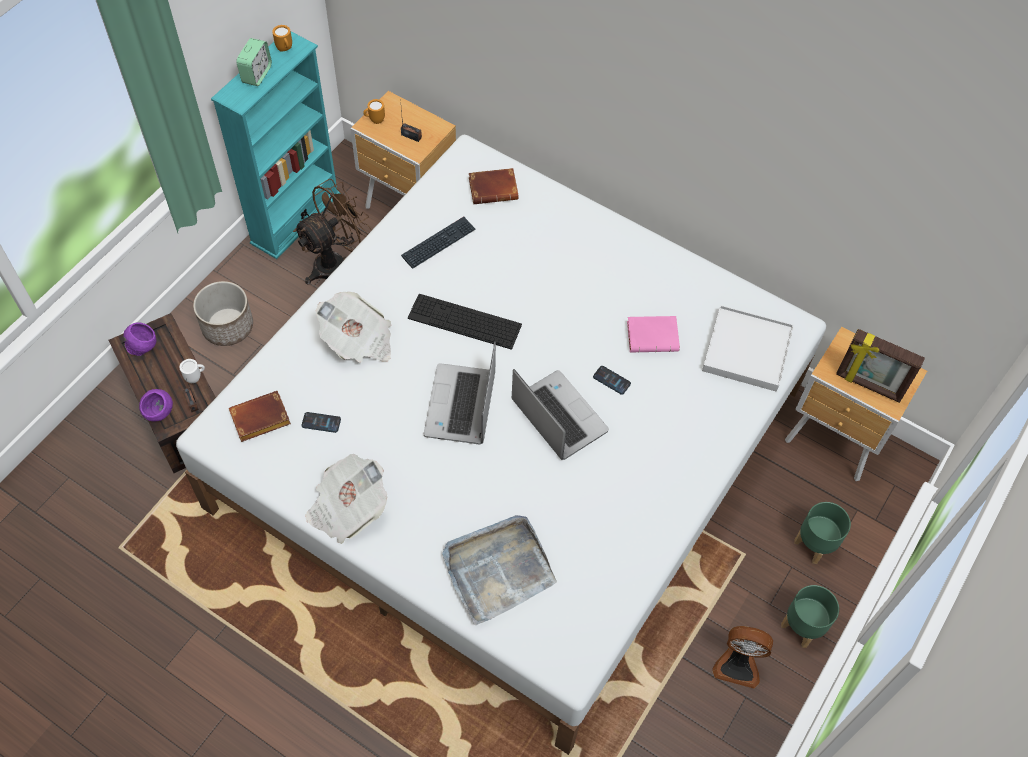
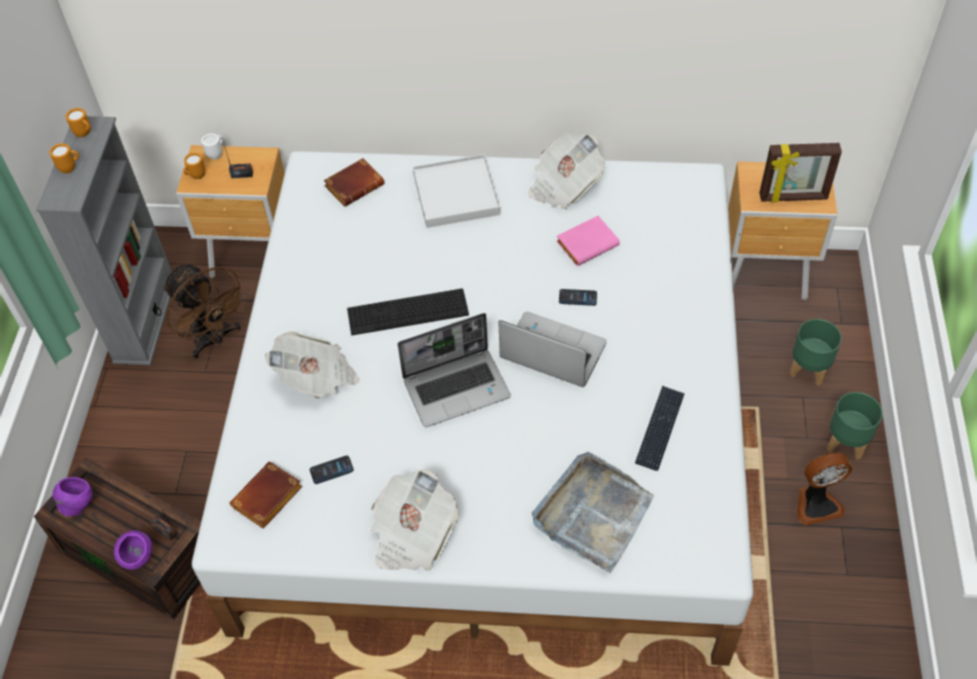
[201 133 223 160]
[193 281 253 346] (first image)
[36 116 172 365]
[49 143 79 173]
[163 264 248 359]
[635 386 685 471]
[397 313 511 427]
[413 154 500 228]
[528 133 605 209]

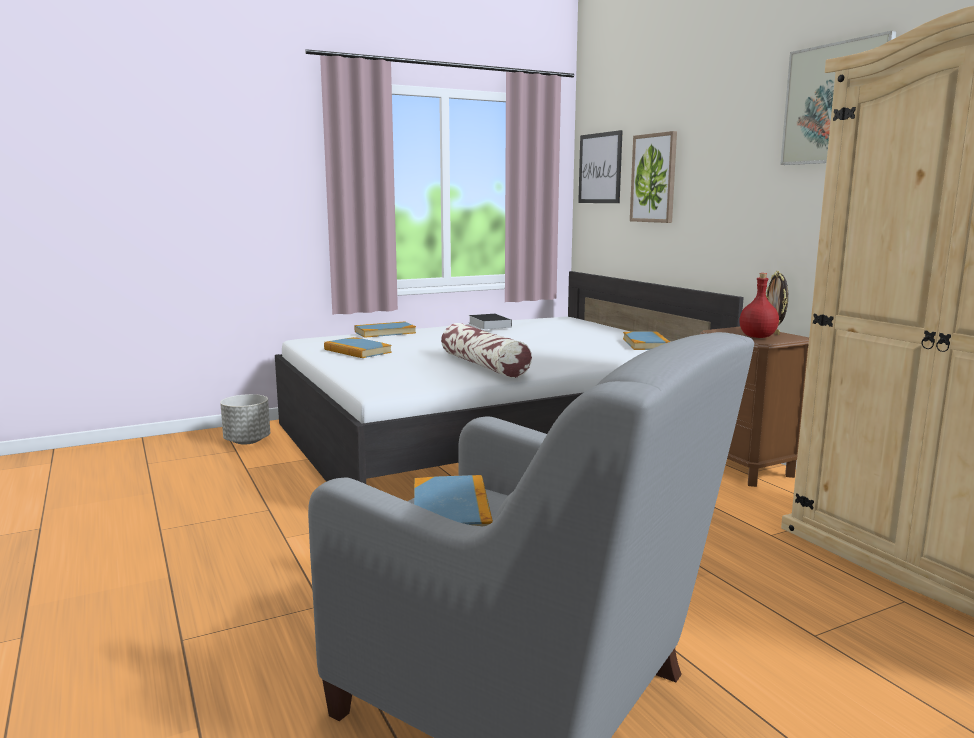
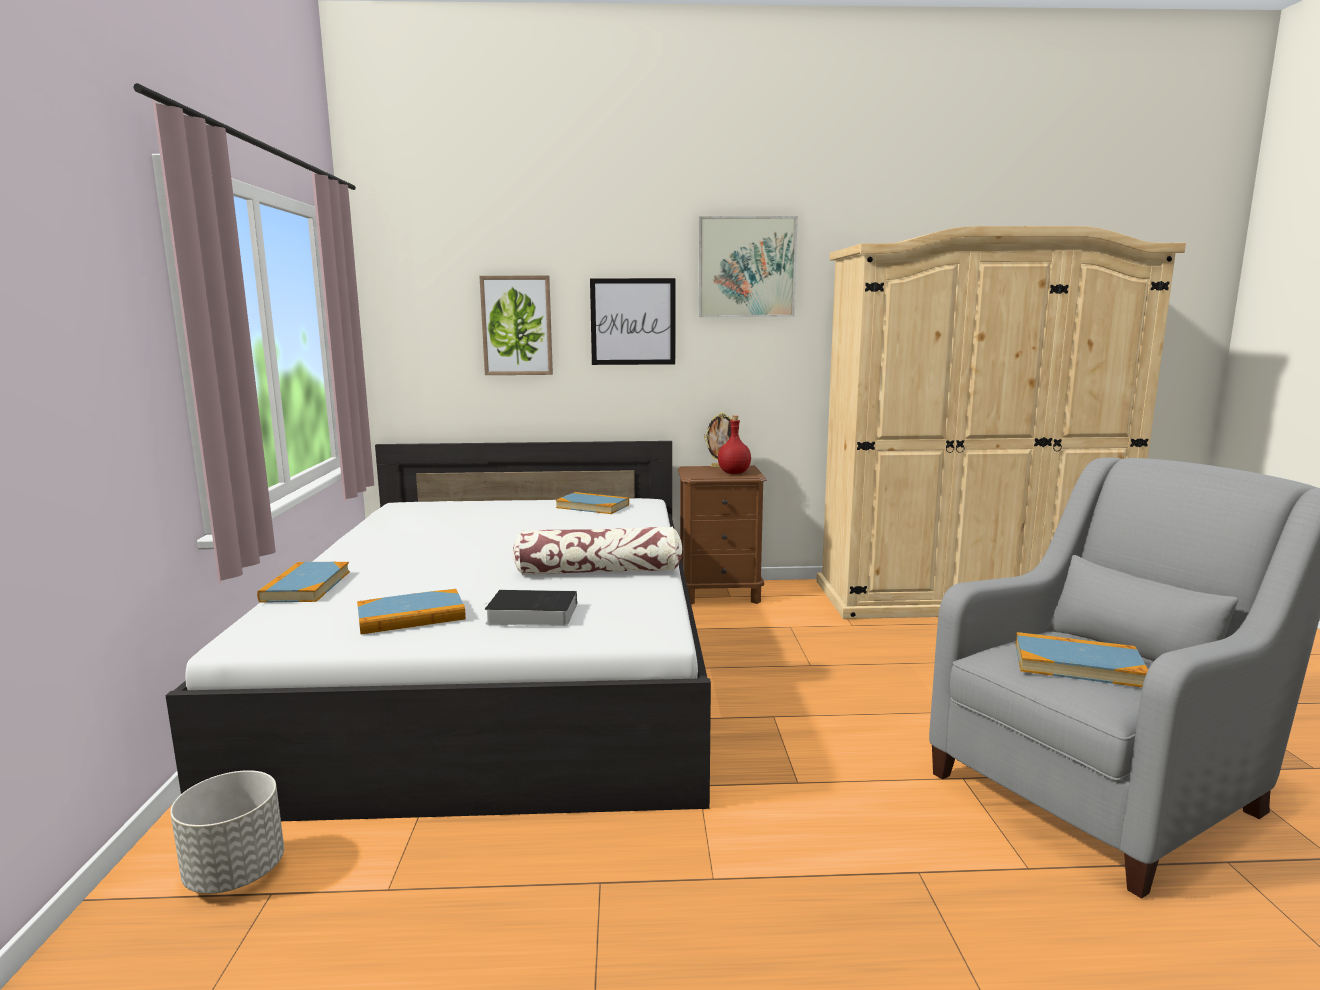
[485 590 577 626]
[590 278 675 365]

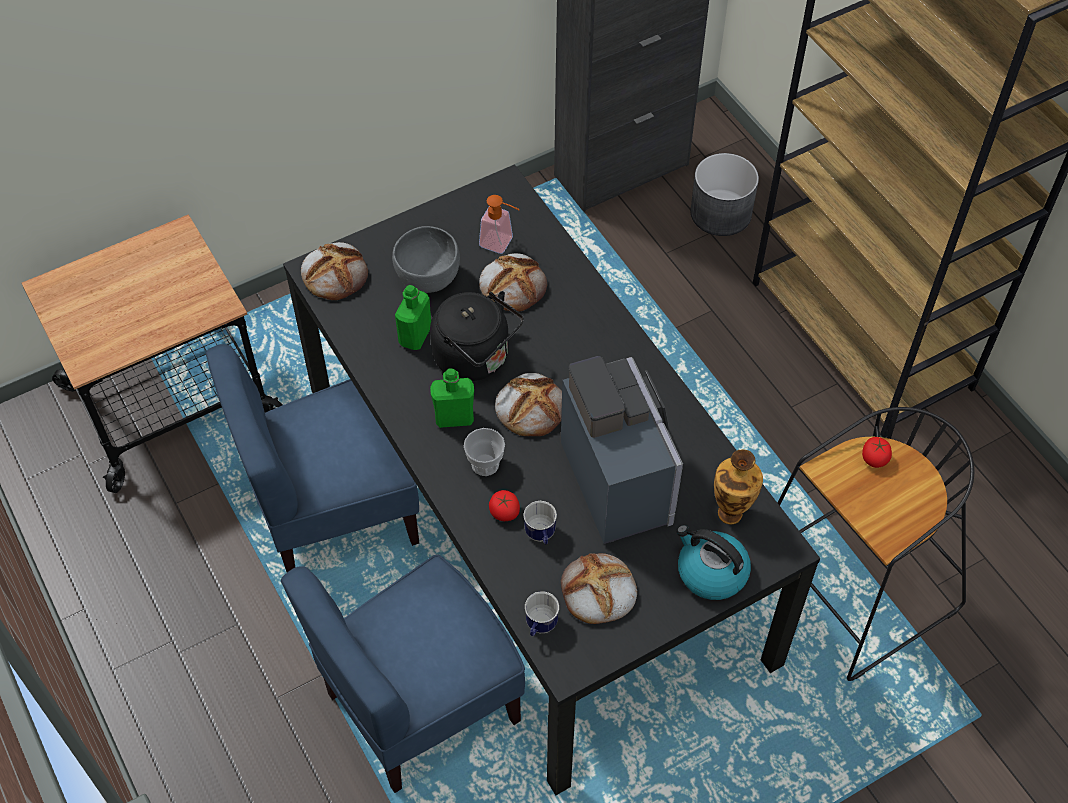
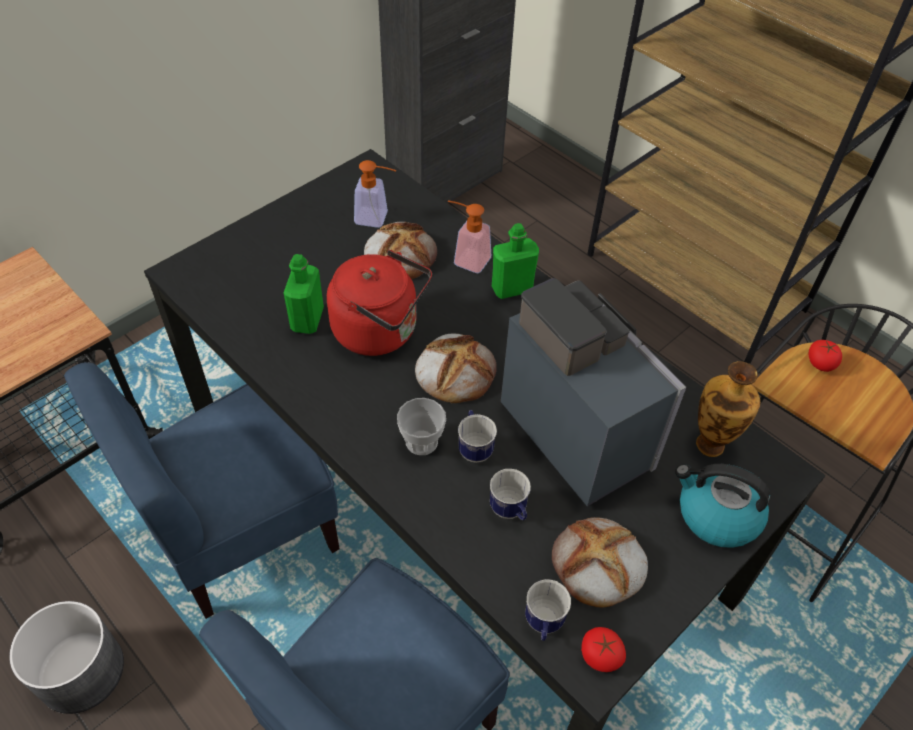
[301 242 368 300] (first image)
[392 226 460 293] (first image)
[327 250 432 356]
[492 223 539 299]
[581 627 626 672]
[9 601 124 714]
[448 200 491 273]
[458 410 497 463]

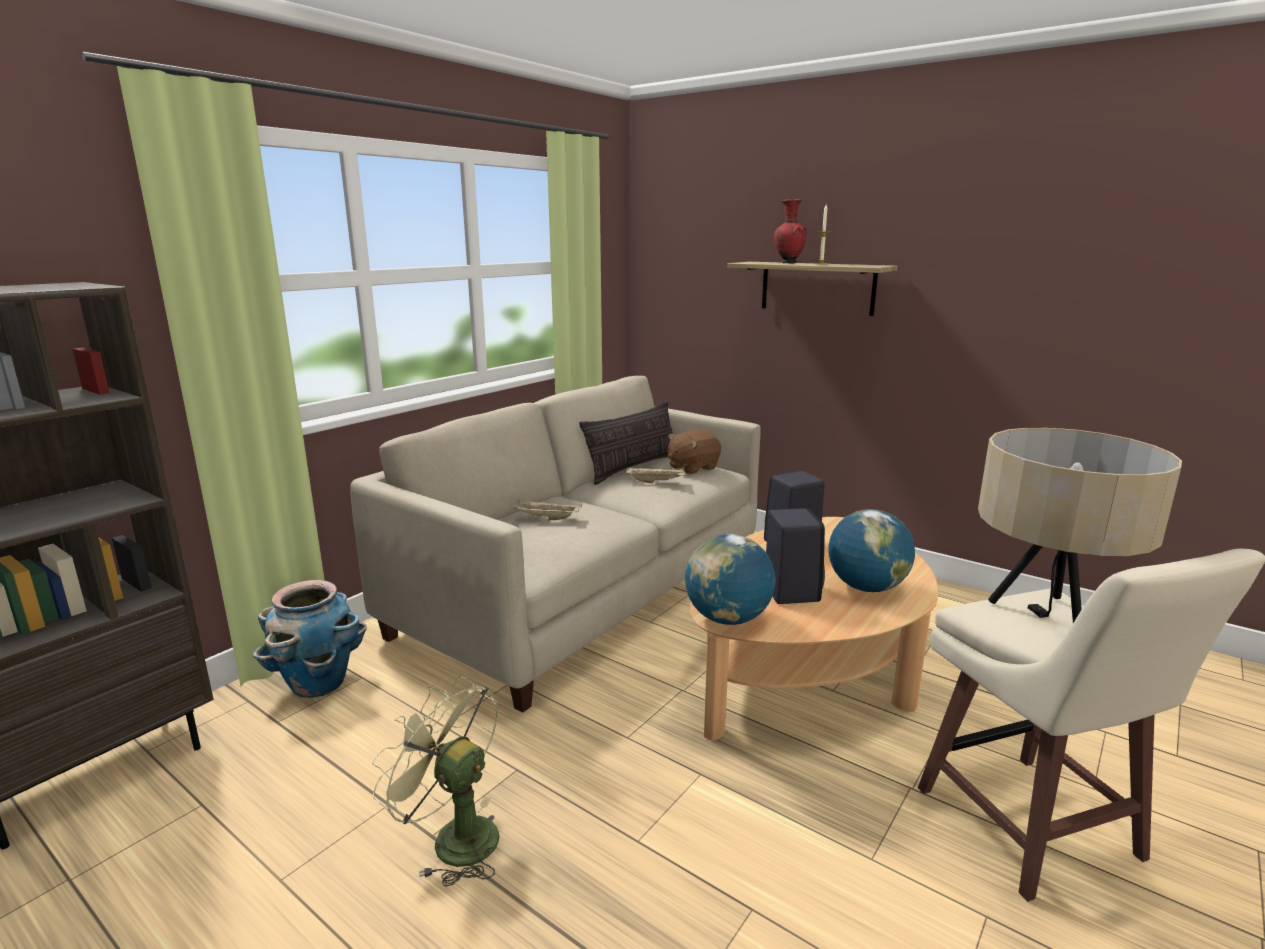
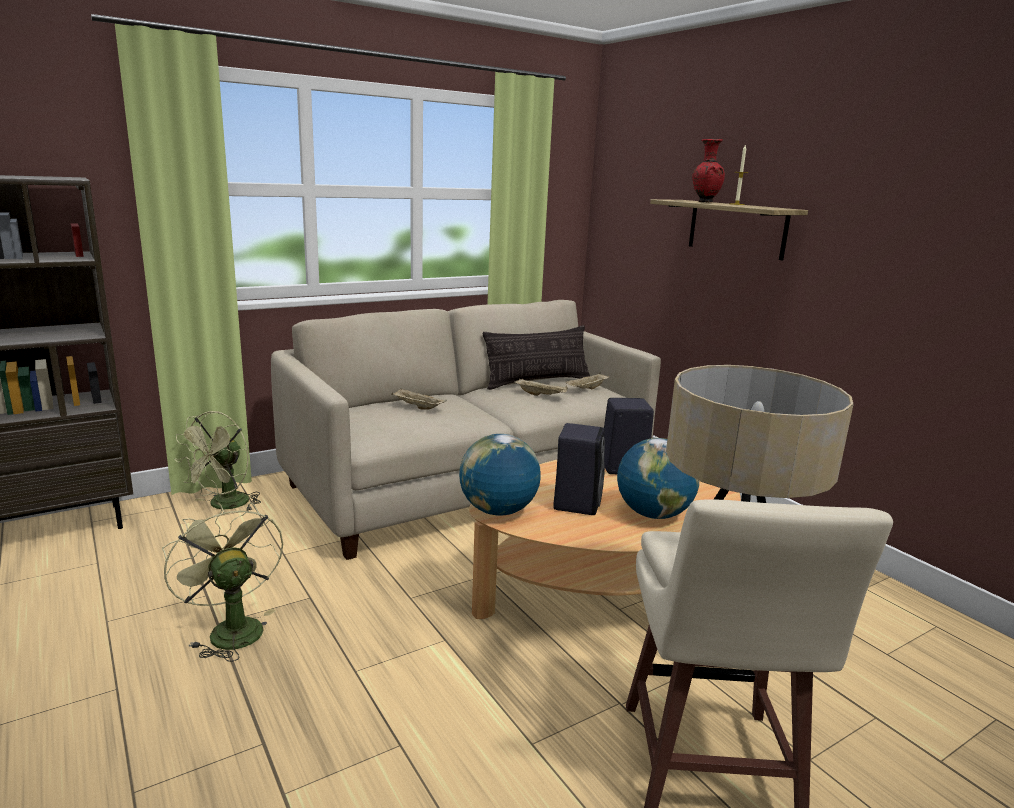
[174 411 261 510]
[566 372 609 389]

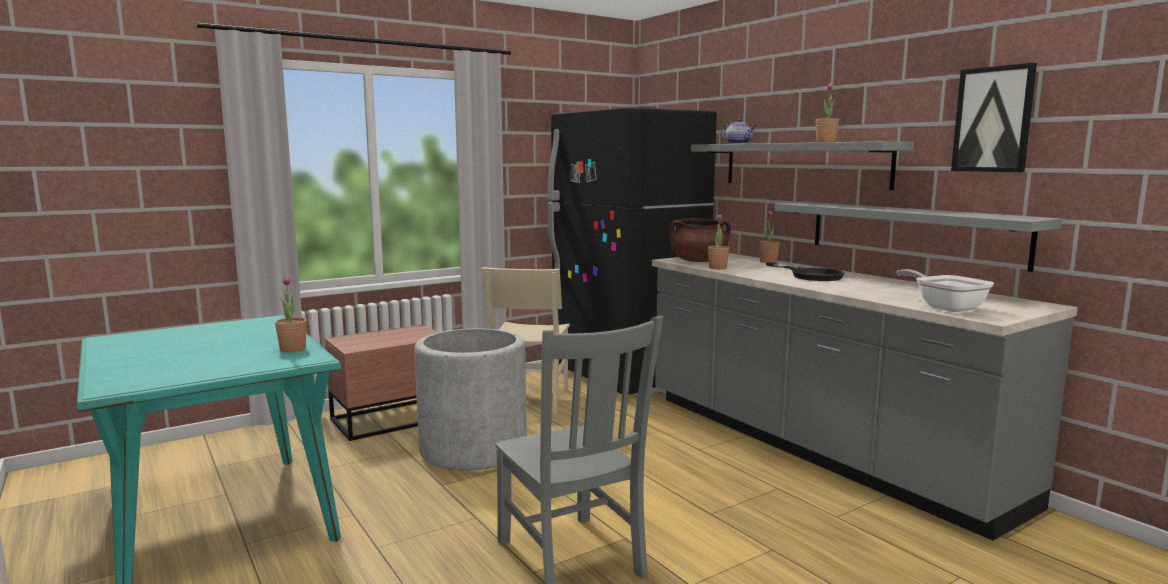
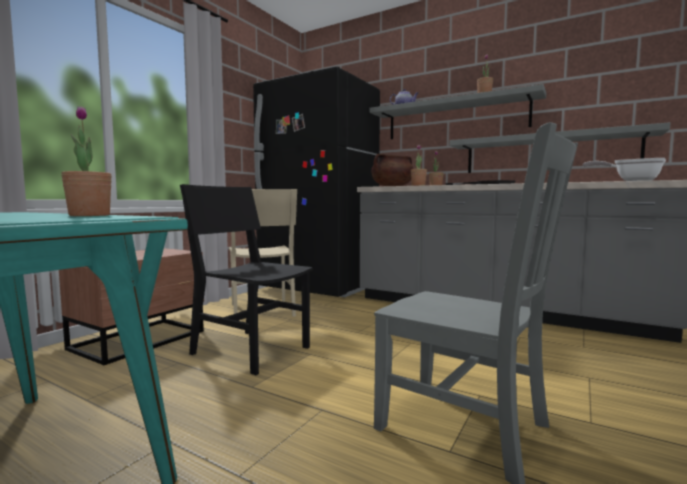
[180 184 313 375]
[951 63 1037 172] (first image)

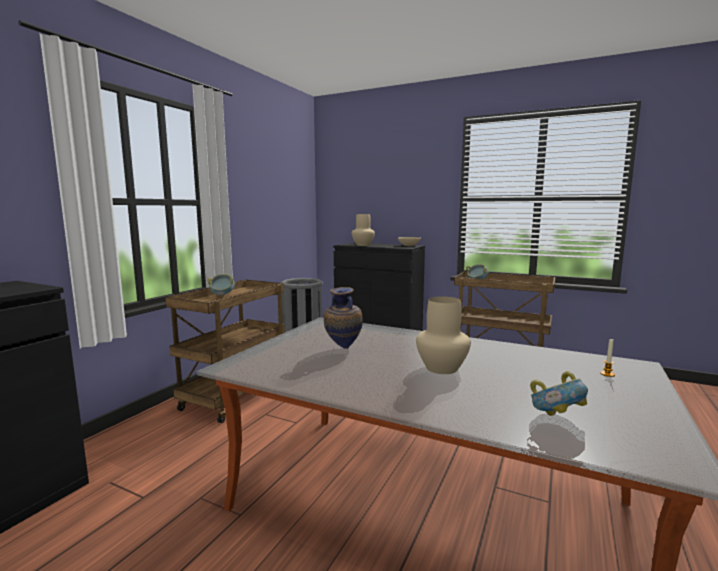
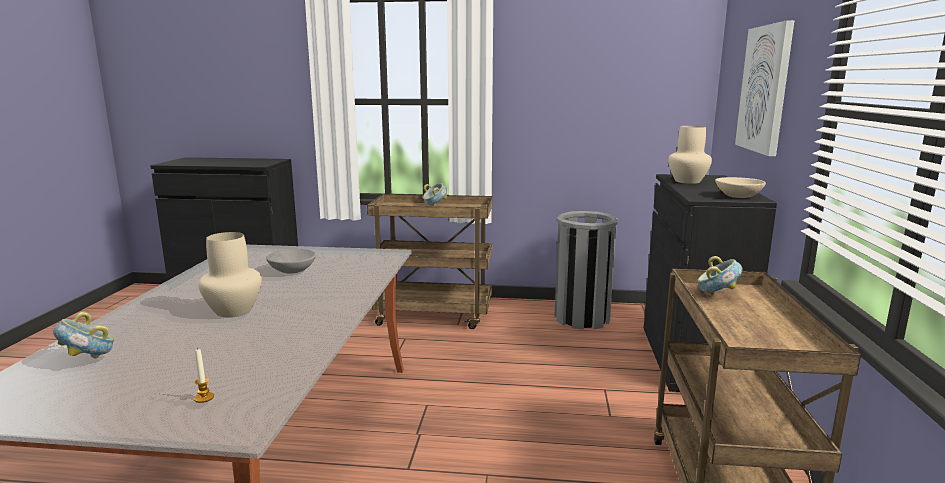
[266 249 316 274]
[735 20 795 156]

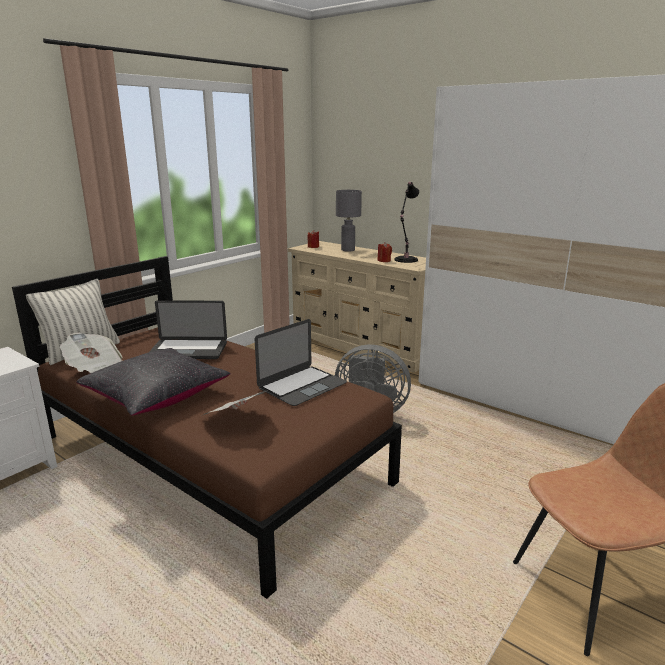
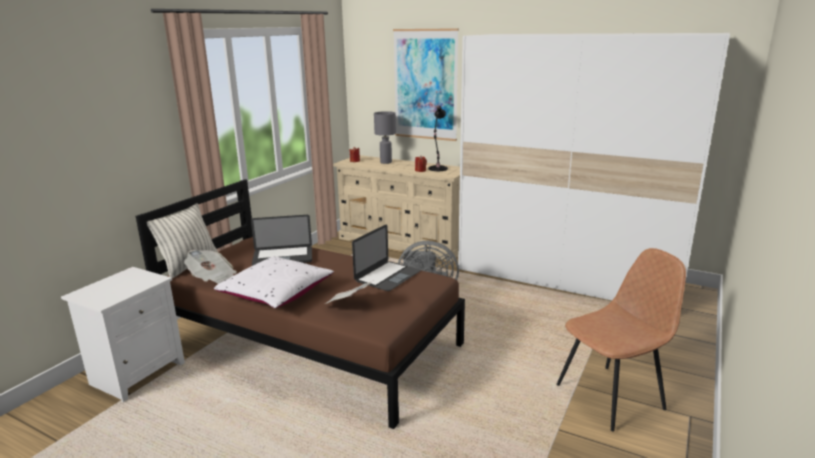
[213 256 334 308]
[393 28 459 141]

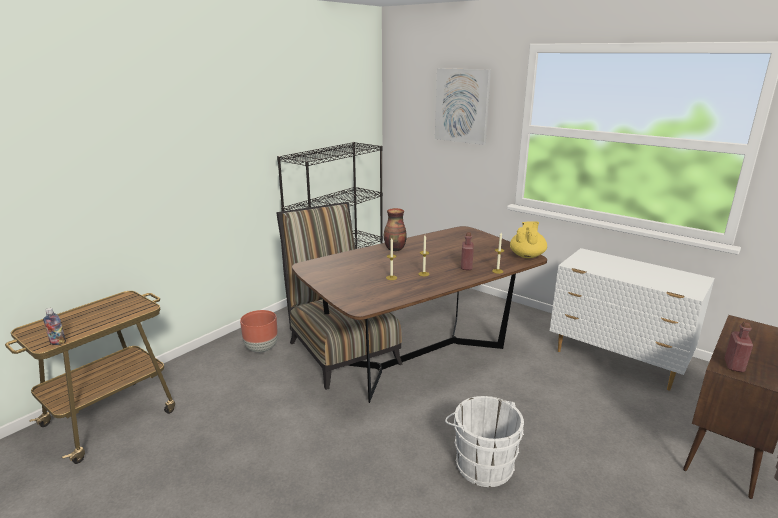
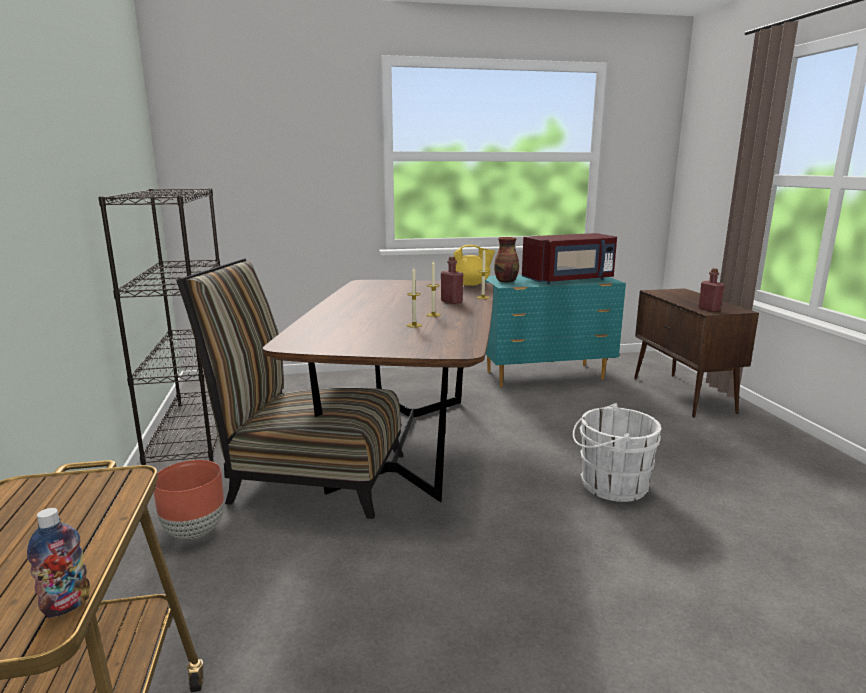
[494 237 519 283]
[435 68 491 145] (first image)
[453 245 495 286]
[485 275 626 387]
[522 233 617 284]

